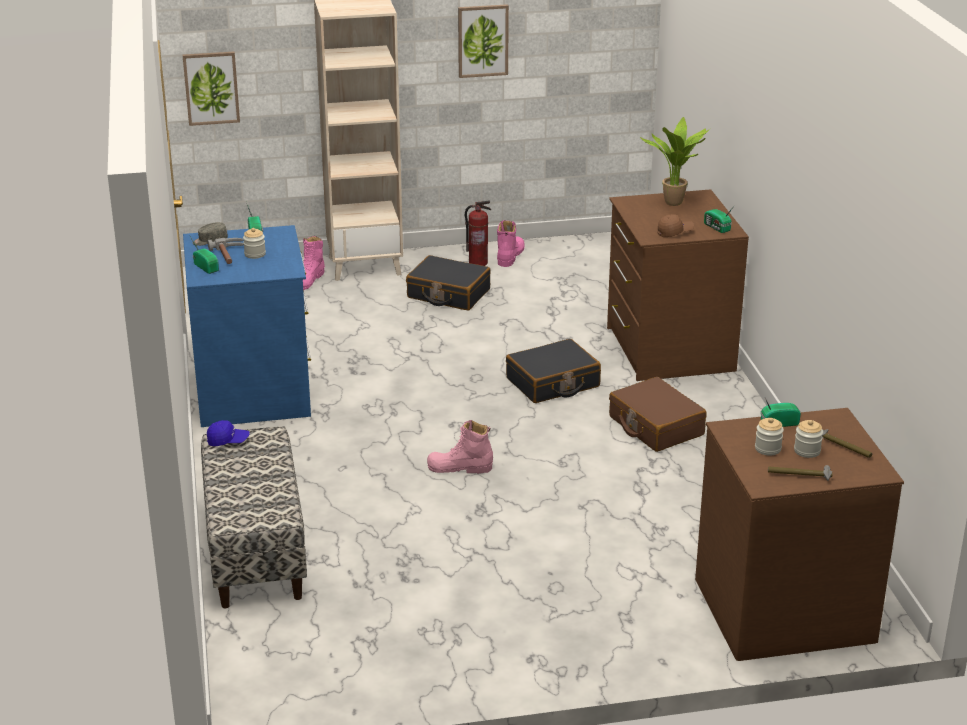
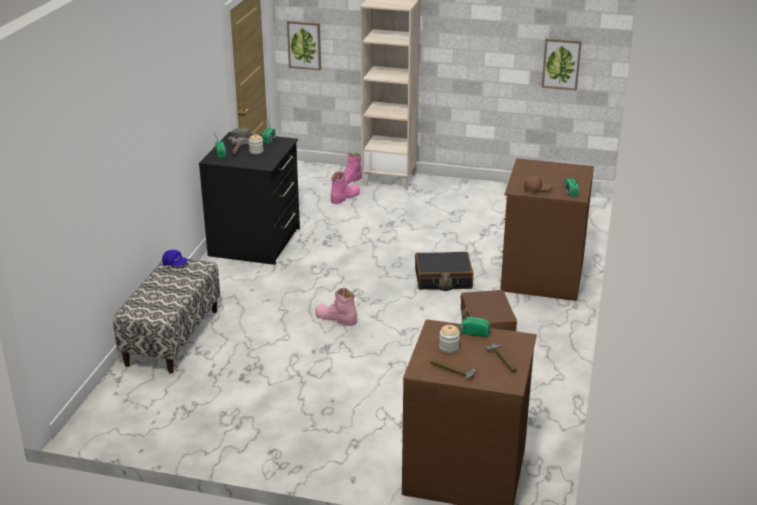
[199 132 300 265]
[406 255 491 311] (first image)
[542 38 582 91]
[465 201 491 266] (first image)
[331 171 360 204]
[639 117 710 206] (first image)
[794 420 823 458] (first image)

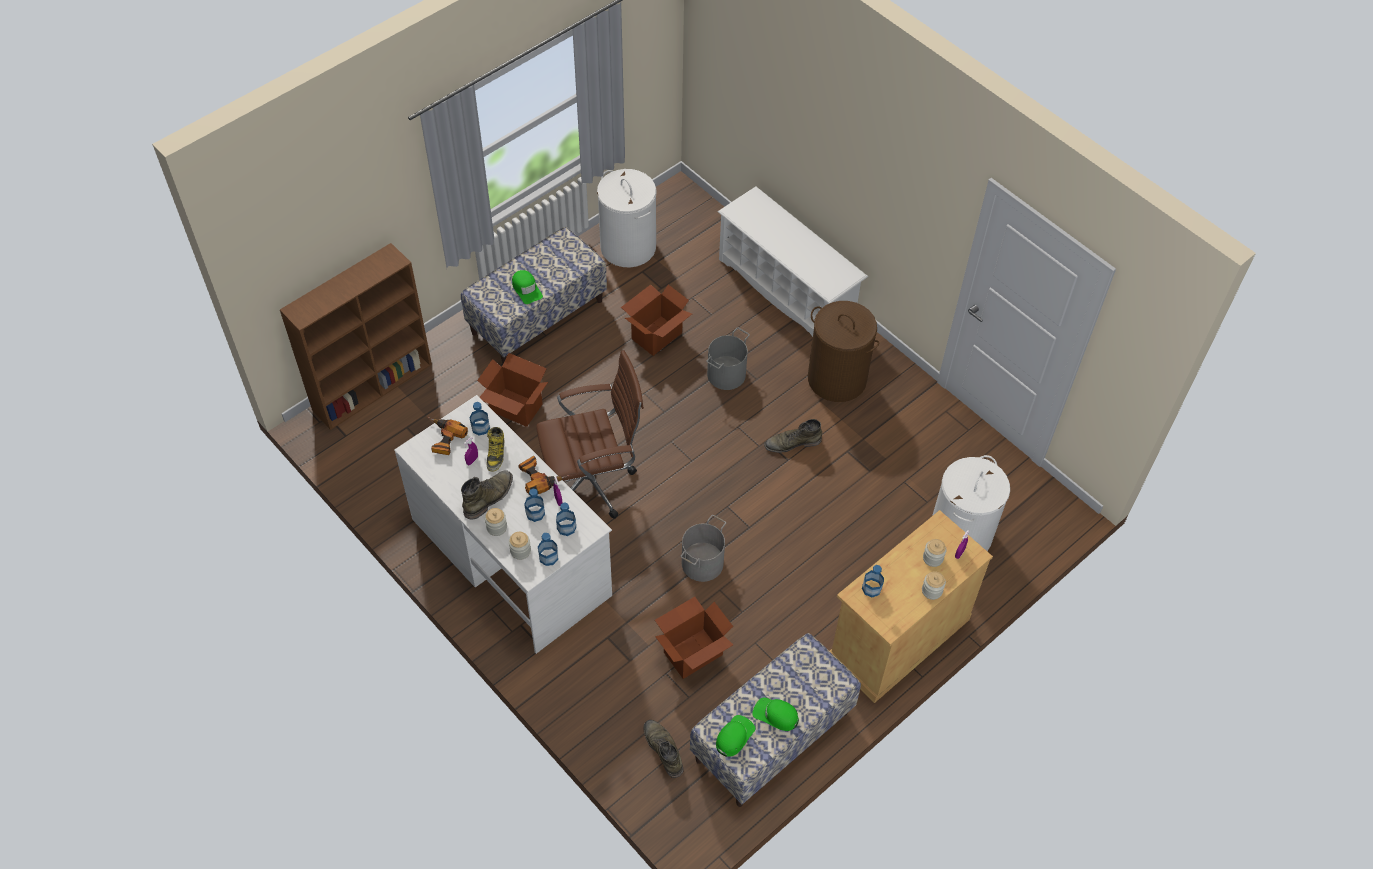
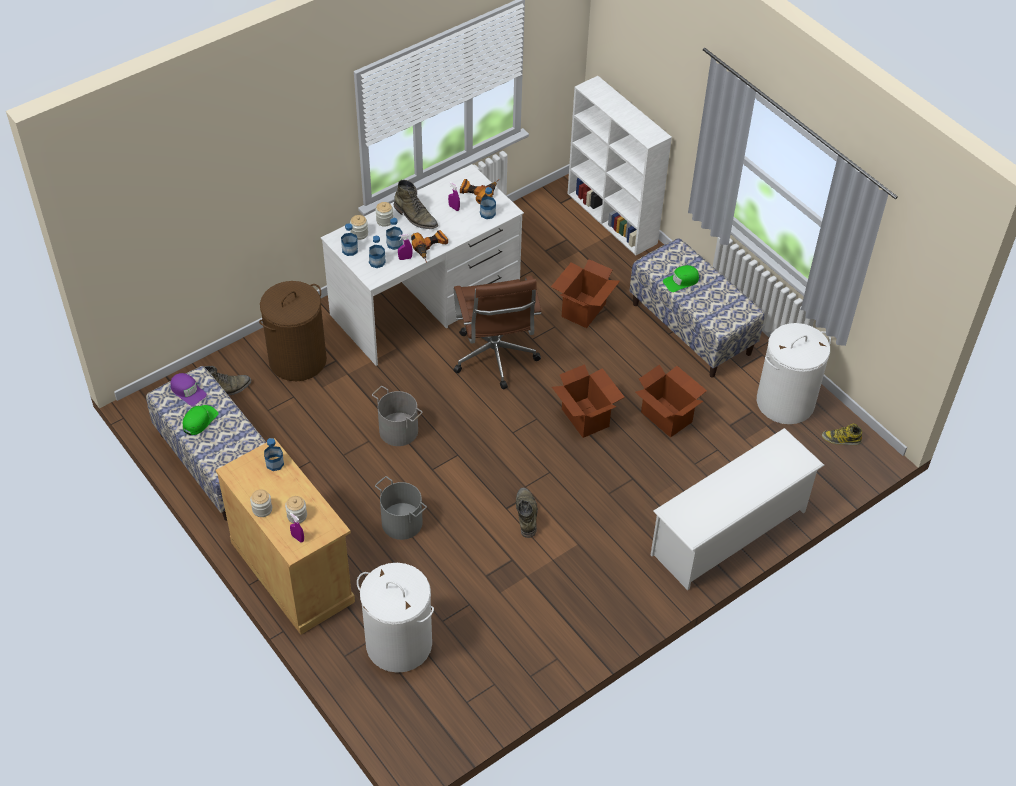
[568 76 672 255]
[822 423 862 445]
[552 364 625 438]
[375 476 427 540]
[170 373 207 406]
[259 281 327 381]

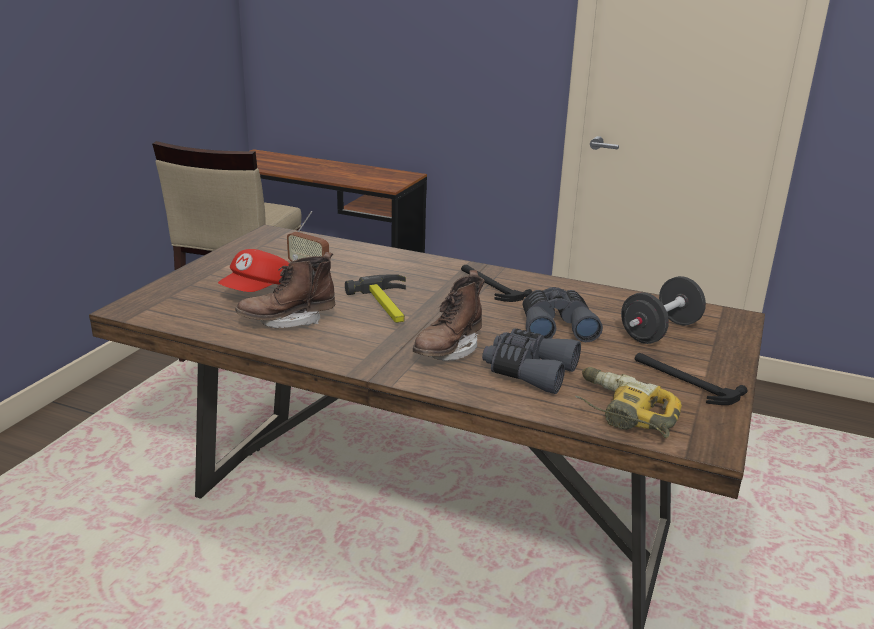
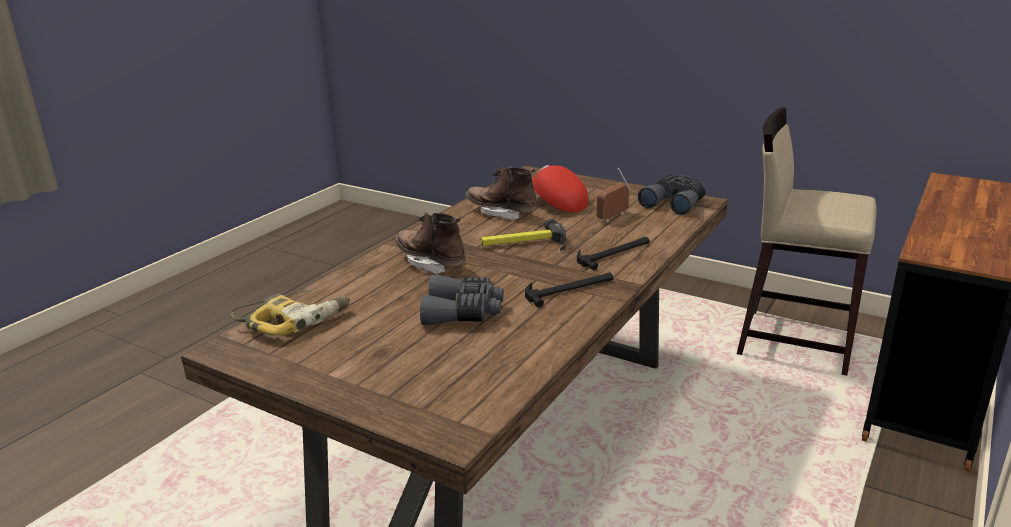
[466 167 536 221]
[638 175 706 215]
[621 276 706 344] (first image)
[577 237 650 270]

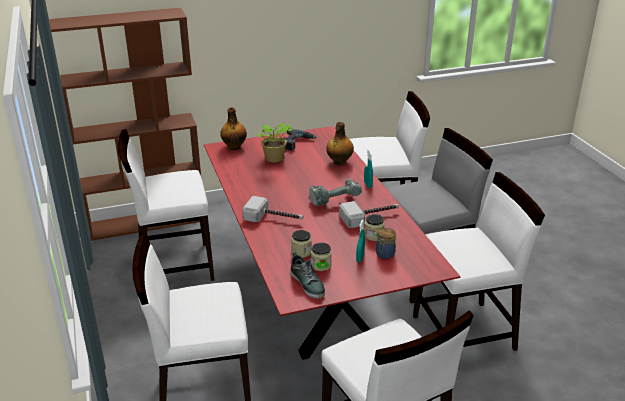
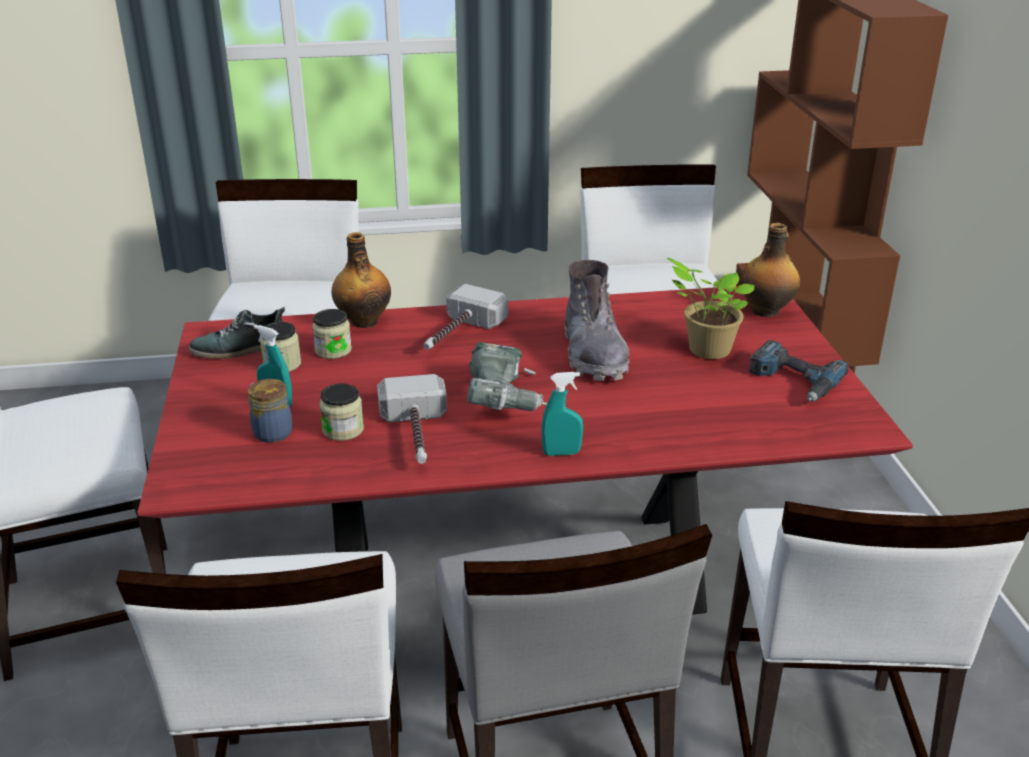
[332 232 391 328]
[565 260 630 381]

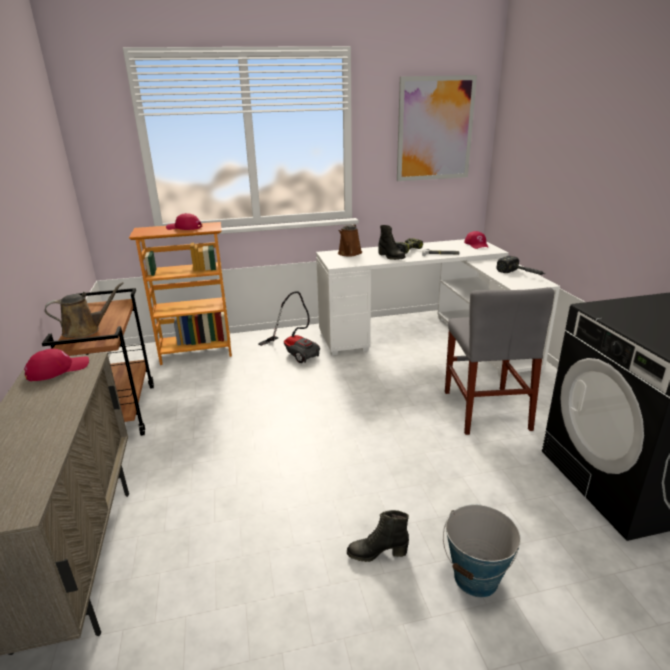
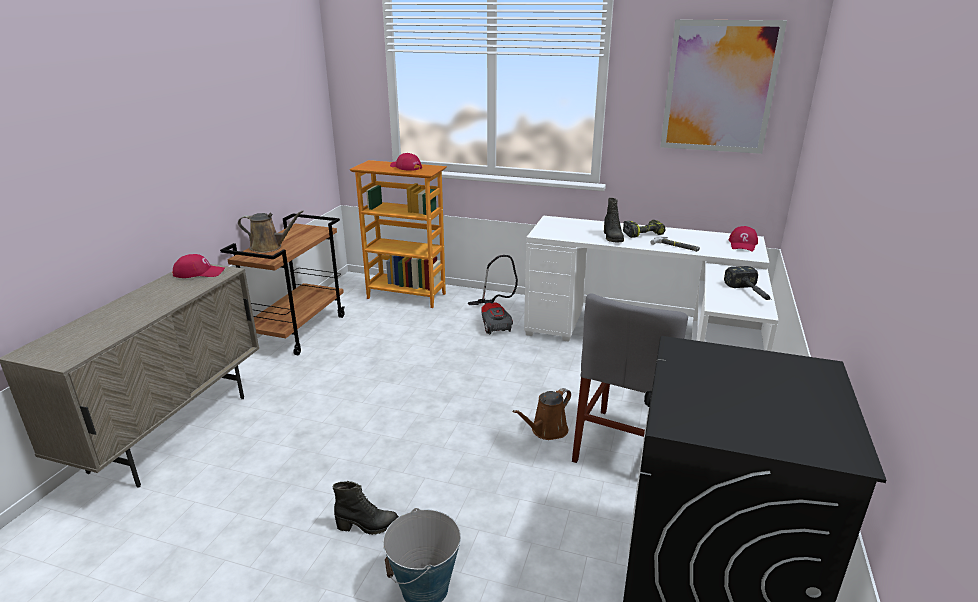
[513 388 571 440]
[333 481 399 535]

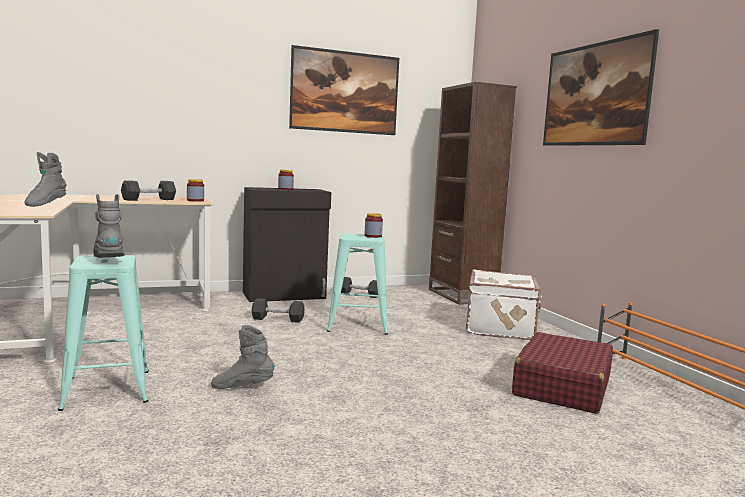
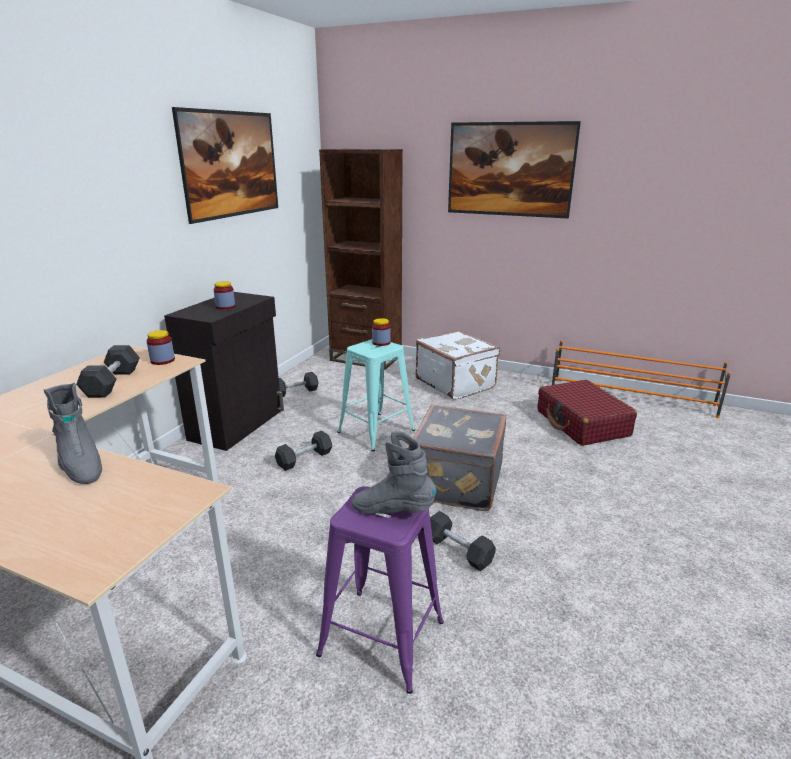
[316 486 444 694]
[430 511 496 571]
[409 404 507 511]

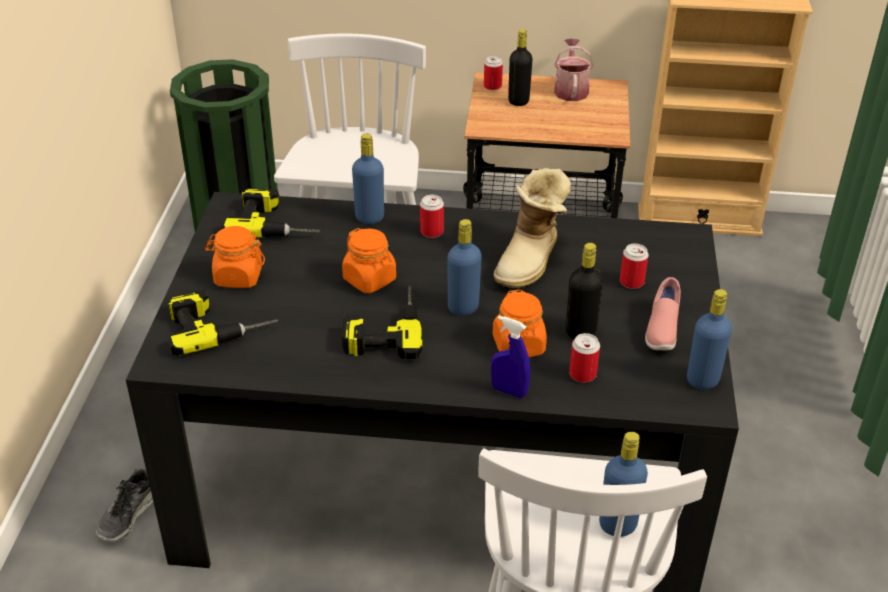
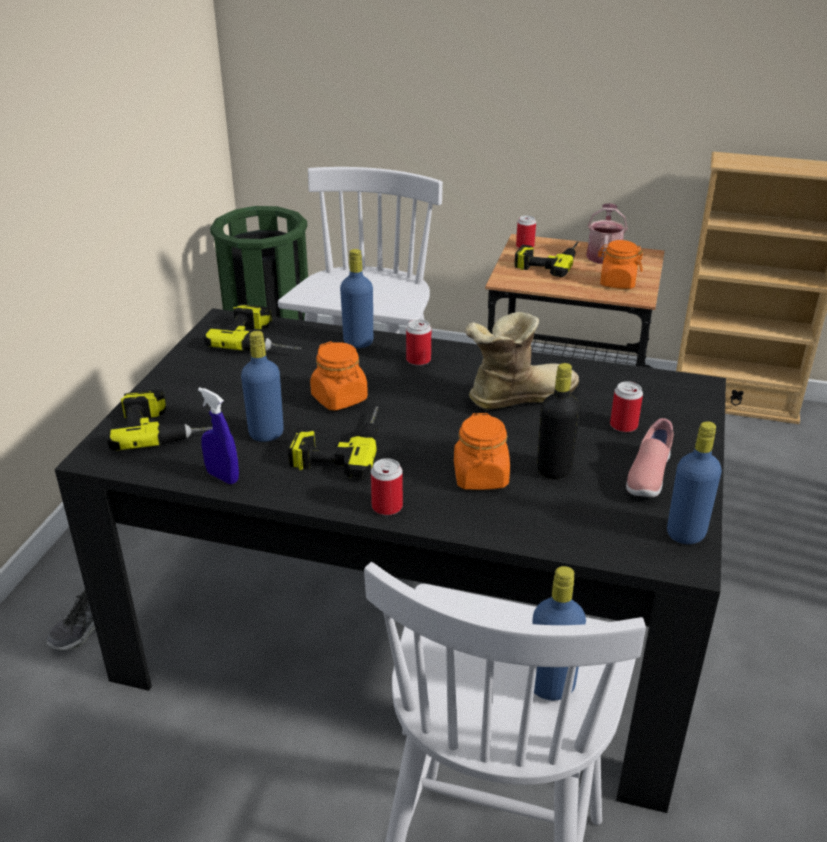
[598 240 643 289]
[241 331 284 442]
[198 387 239 484]
[465 312 579 409]
[515 241 578 277]
[371 458 403 515]

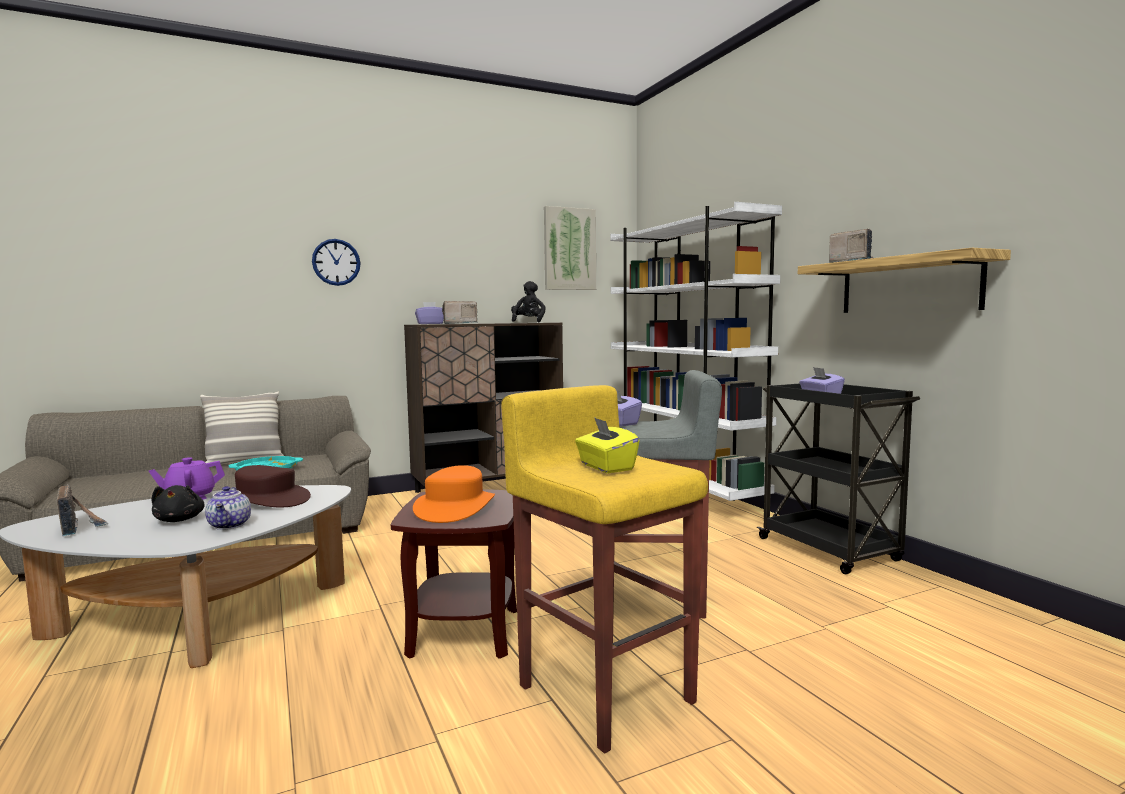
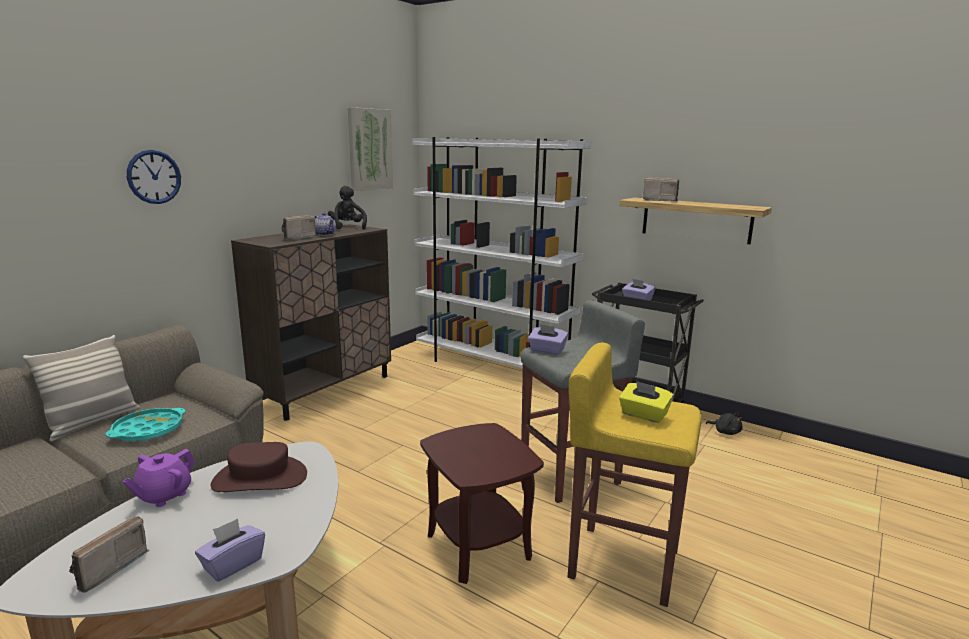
[69 516 149 593]
[706 412 742 435]
[315 213 336 236]
[413 465 495 523] (first image)
[195 518 265 582]

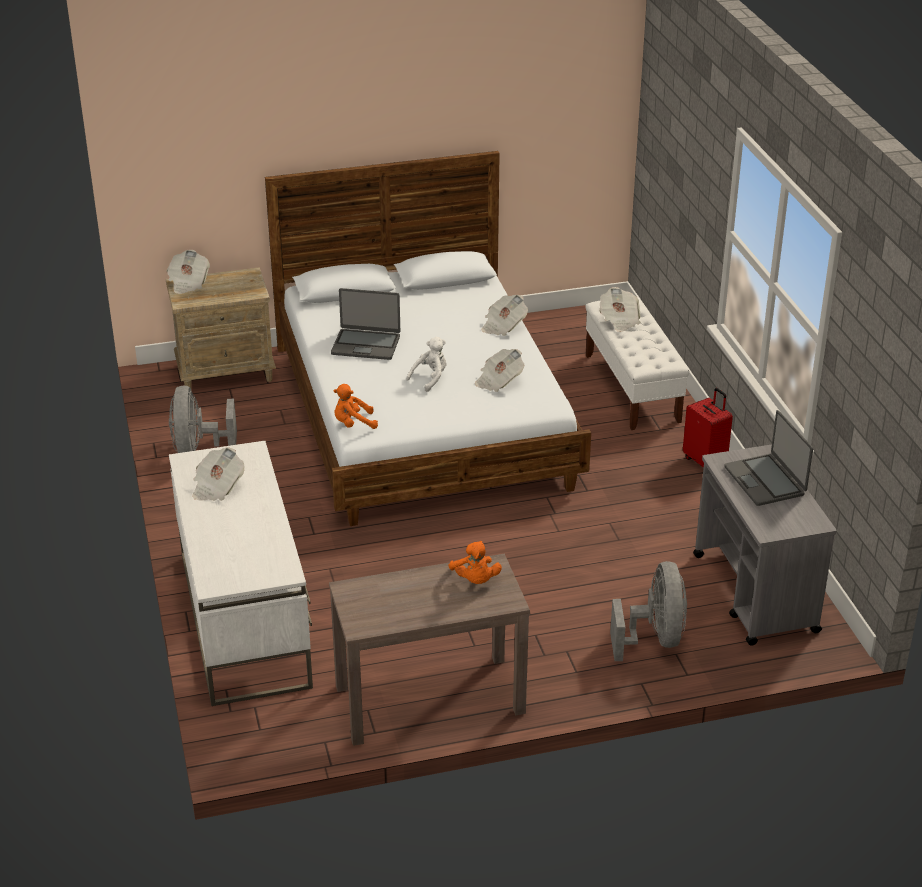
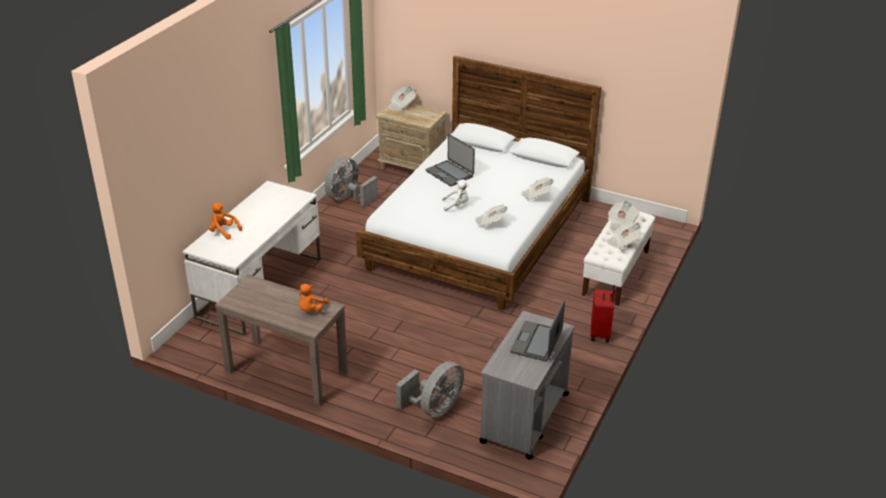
[607 221 641 249]
[209 202 242 240]

